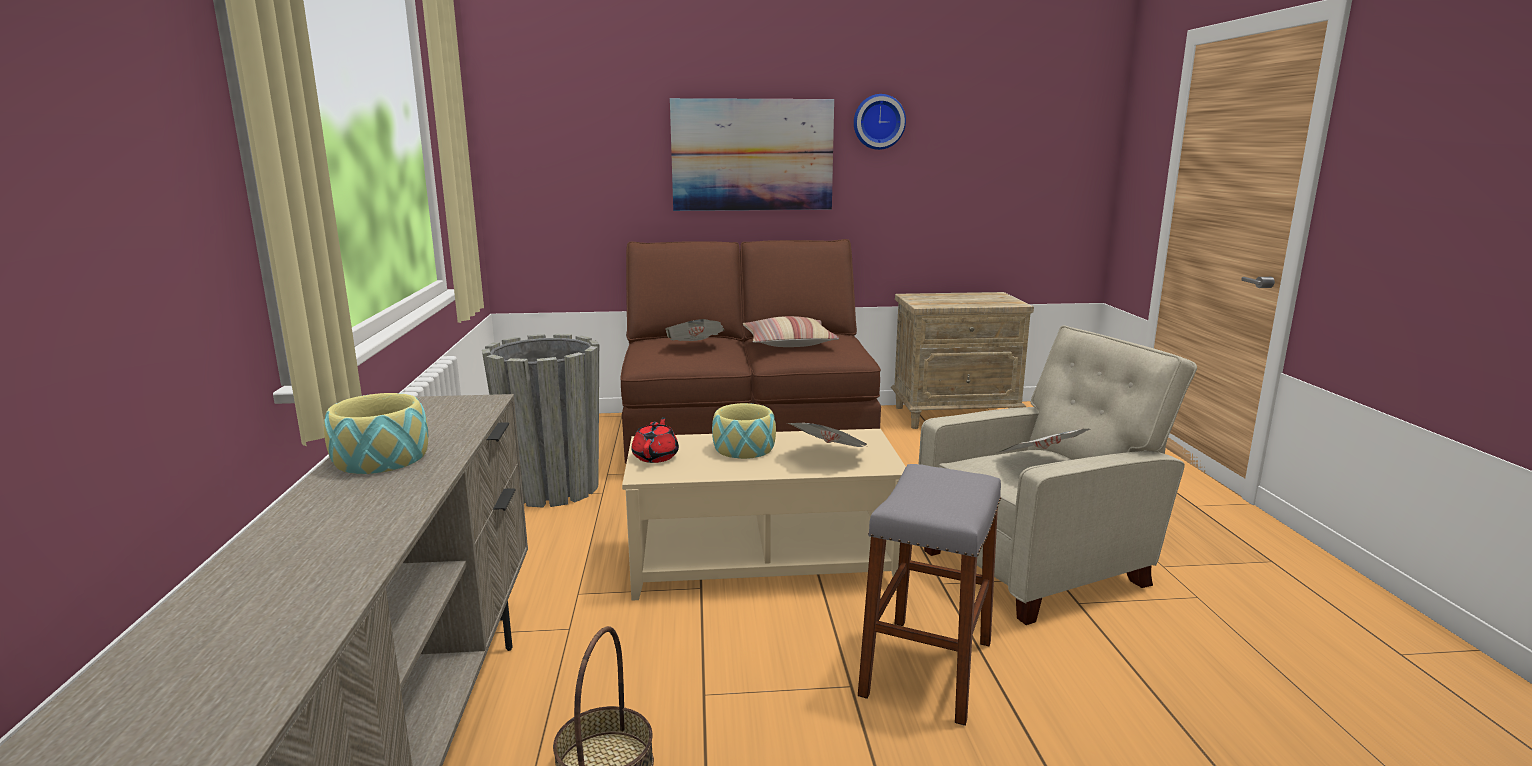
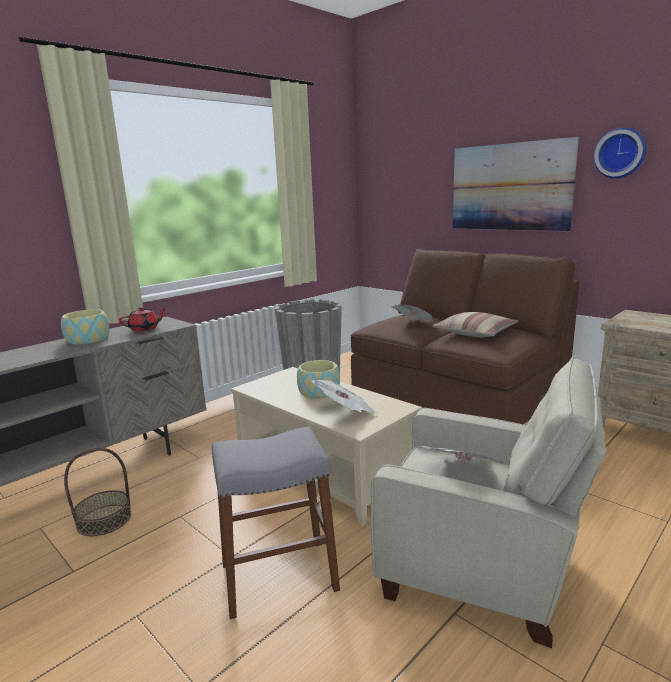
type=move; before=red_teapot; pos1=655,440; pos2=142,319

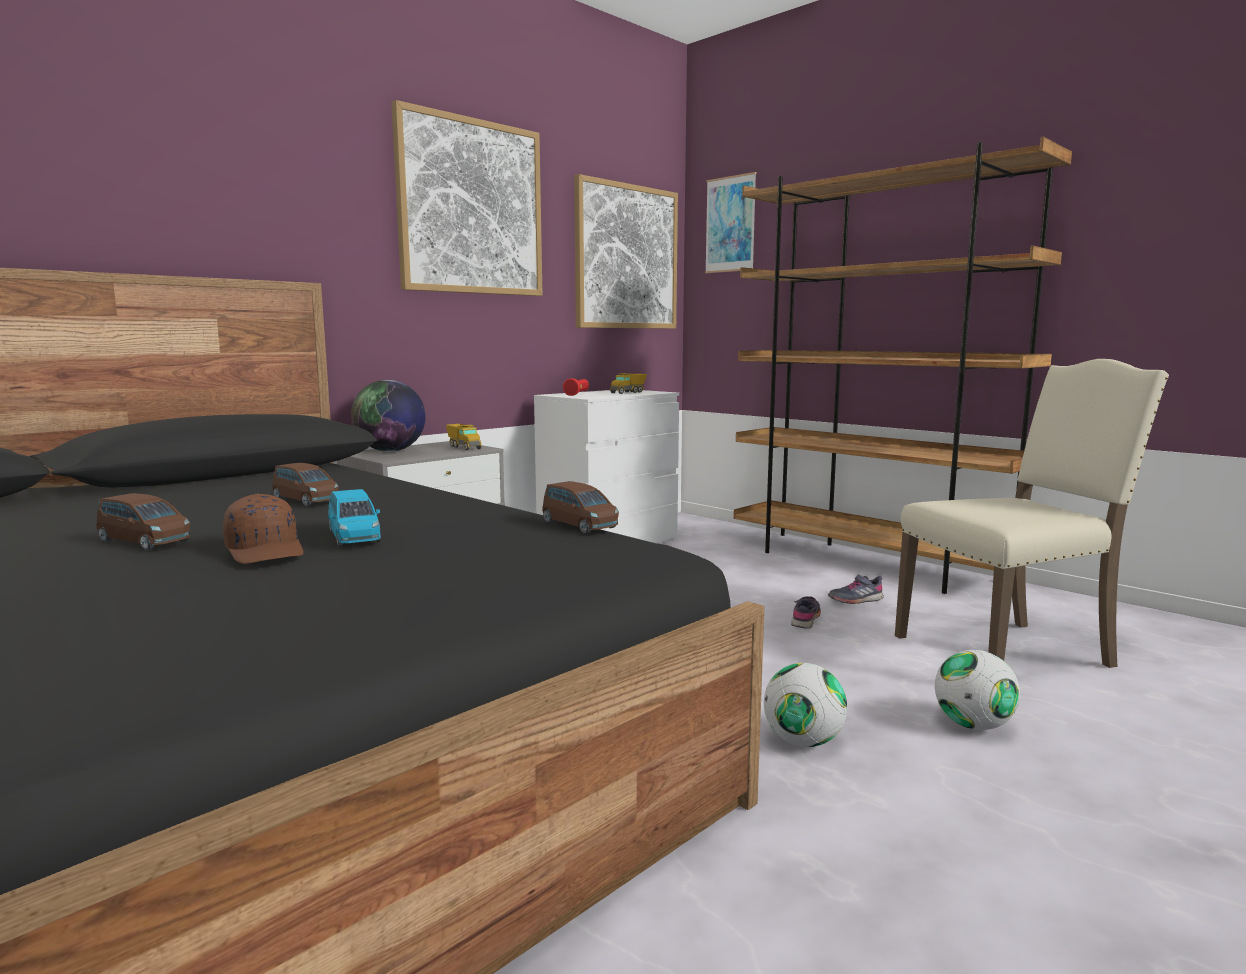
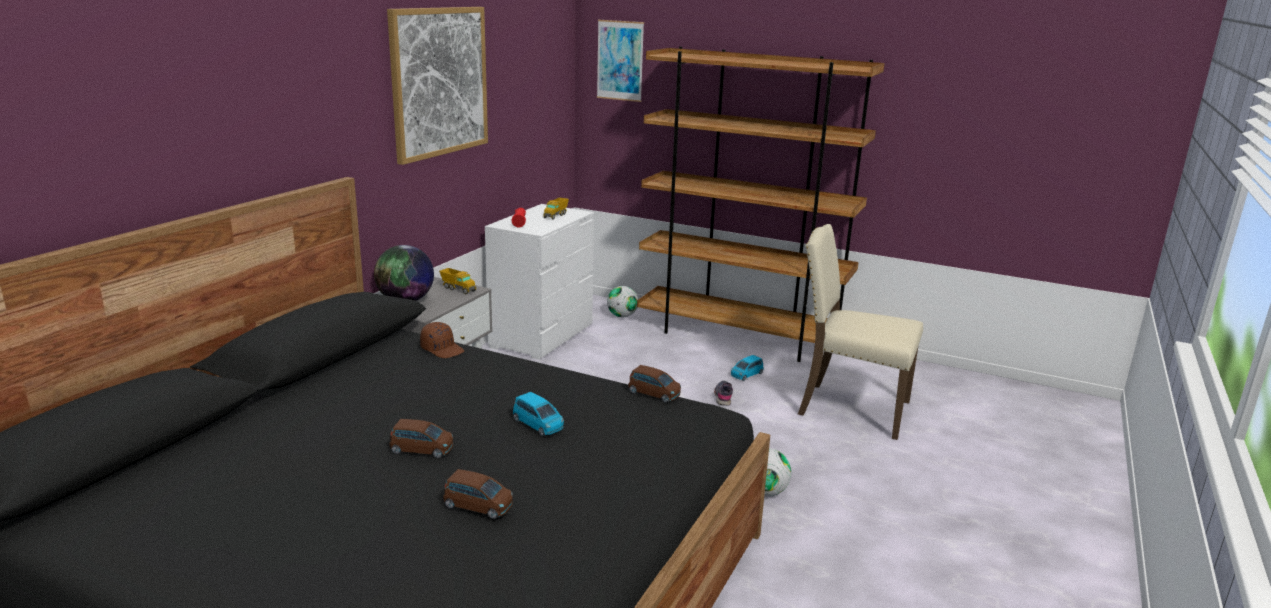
type=delete; before=picture; pos1=626,251
type=move; before=brown_cap; pos1=263,528; pos2=442,340
type=move; before=brown_toy_car; pos1=306,484; pos2=478,494
type=move; before=football; pos1=977,690; pos2=622,301
type=replace; before=grey_shoe; after=blue_toy_car; pos1=856,589; pos2=747,368
type=rotate; before=beige_chair; pos1=1032,513; pos2=860,332; turn=-120

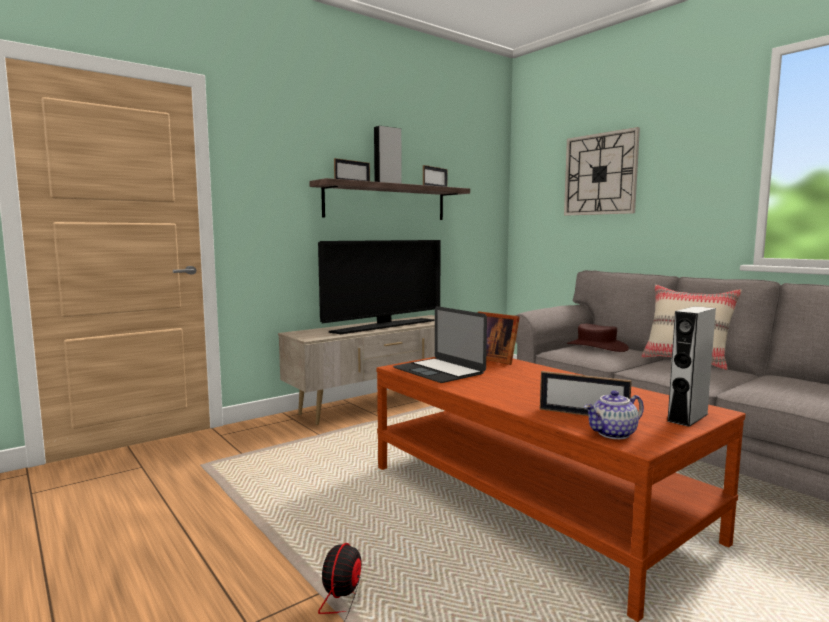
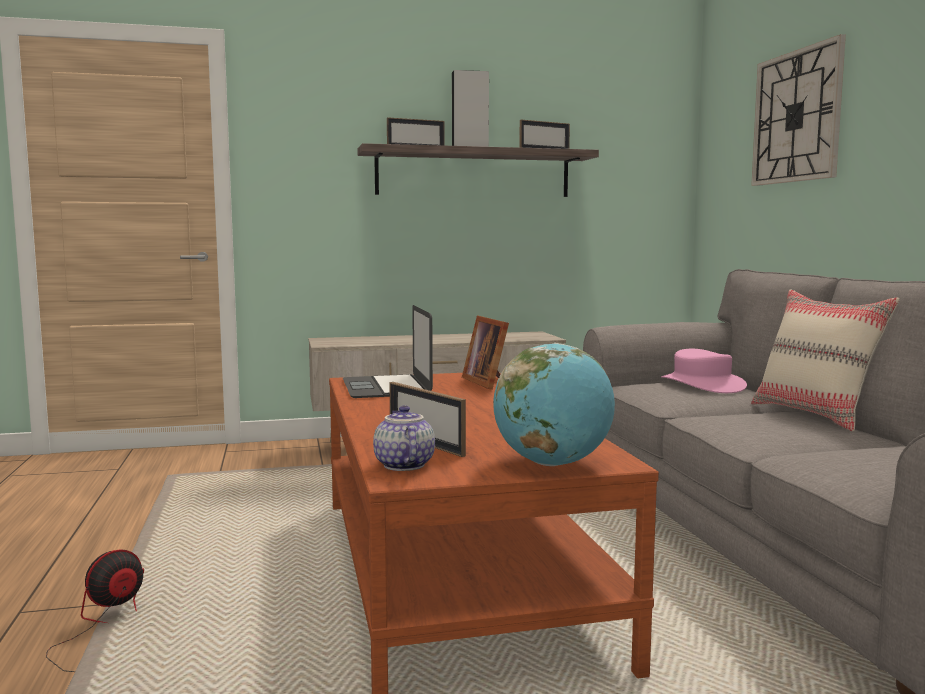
type=delete; before=television; pos1=379,287
type=replace; before=grey_speaker; after=globe; pos1=691,366; pos2=554,404
type=recolor; before=brown_hat; after=pink_hat; pos1=598,338; pos2=704,371
type=rotate; before=teapot; pos1=614,414; pos2=404,438; turn=75

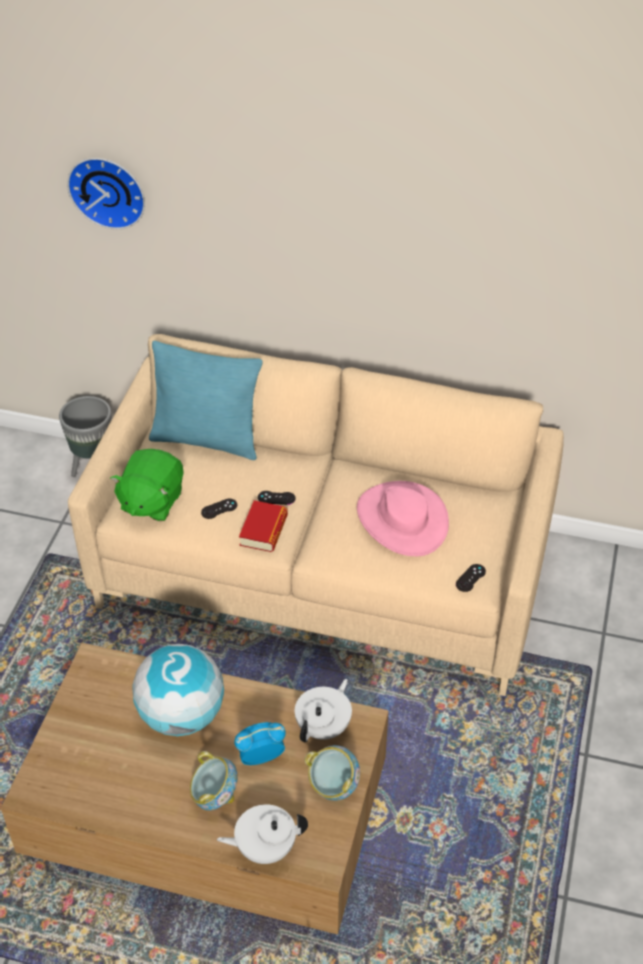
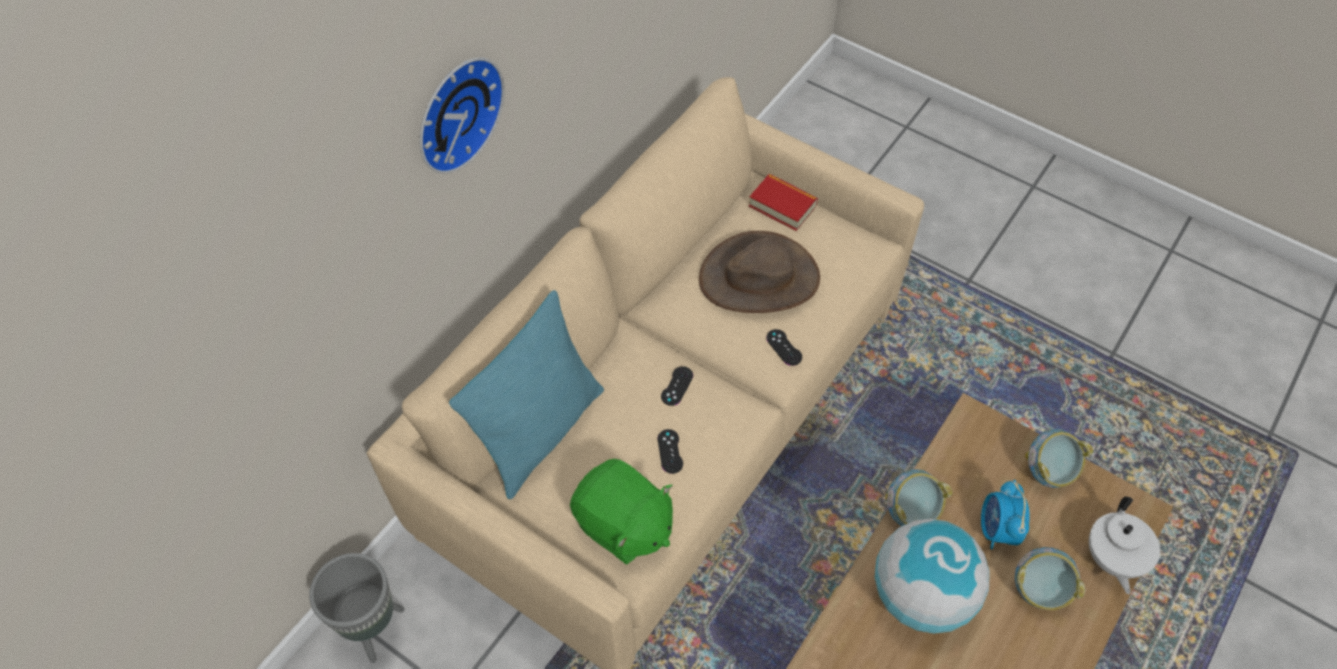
type=delete; before=white_teapot; pos1=323,710
type=insert; after=bowl; pos2=919,497
type=move; before=wall_clock; pos1=106,193; pos2=462,116
type=move; before=book; pos1=263,526; pos2=783,202
type=move; before=black_game_controller; pos1=471,578; pos2=784,347
type=recolor; before=pink_hat; after=brown_hat; pos1=403,518; pos2=759,272

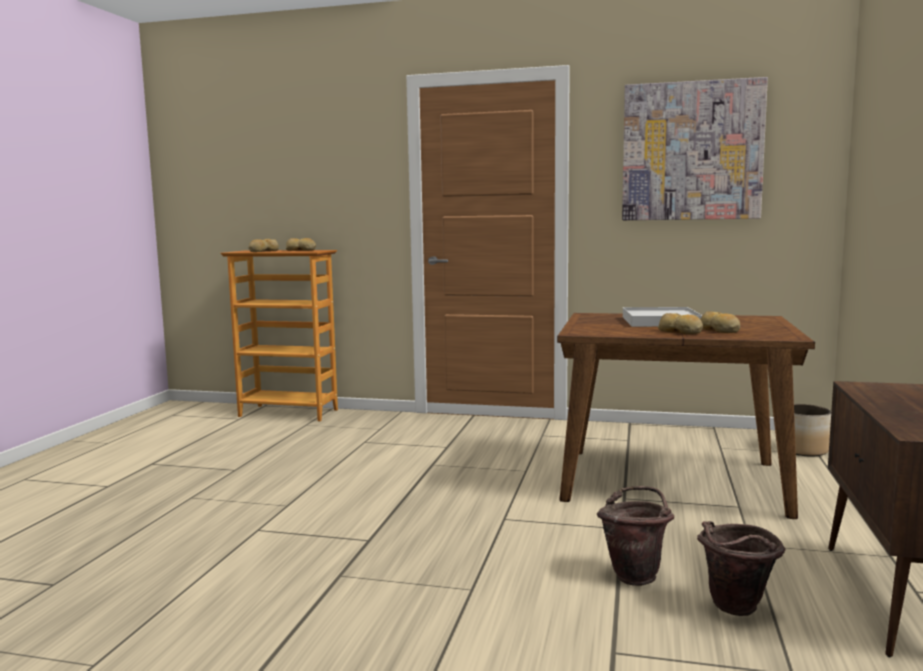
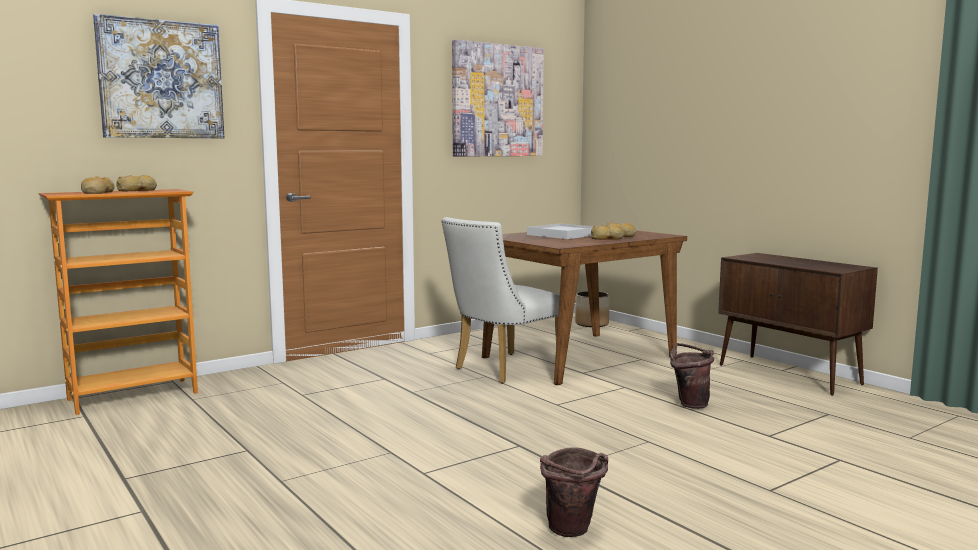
type=insert; after=picture; pos2=158,76
type=insert; after=white_chair; pos2=500,300
type=move; before=brown_bucket; pos1=741,568; pos2=574,492

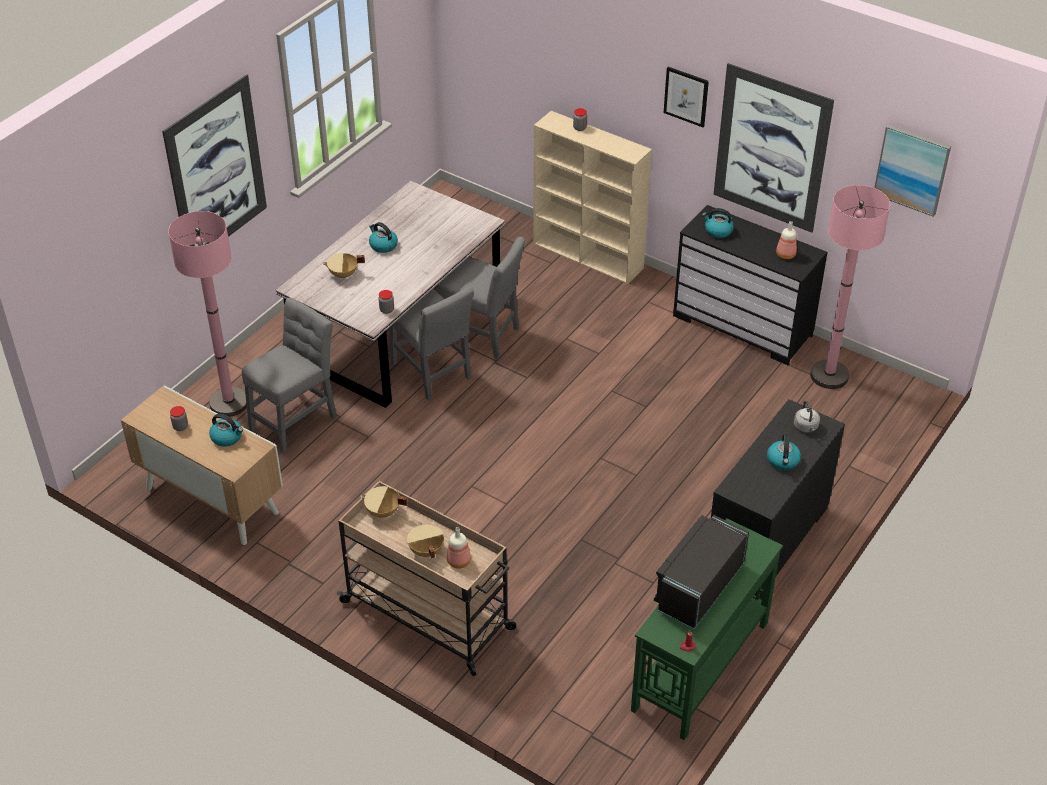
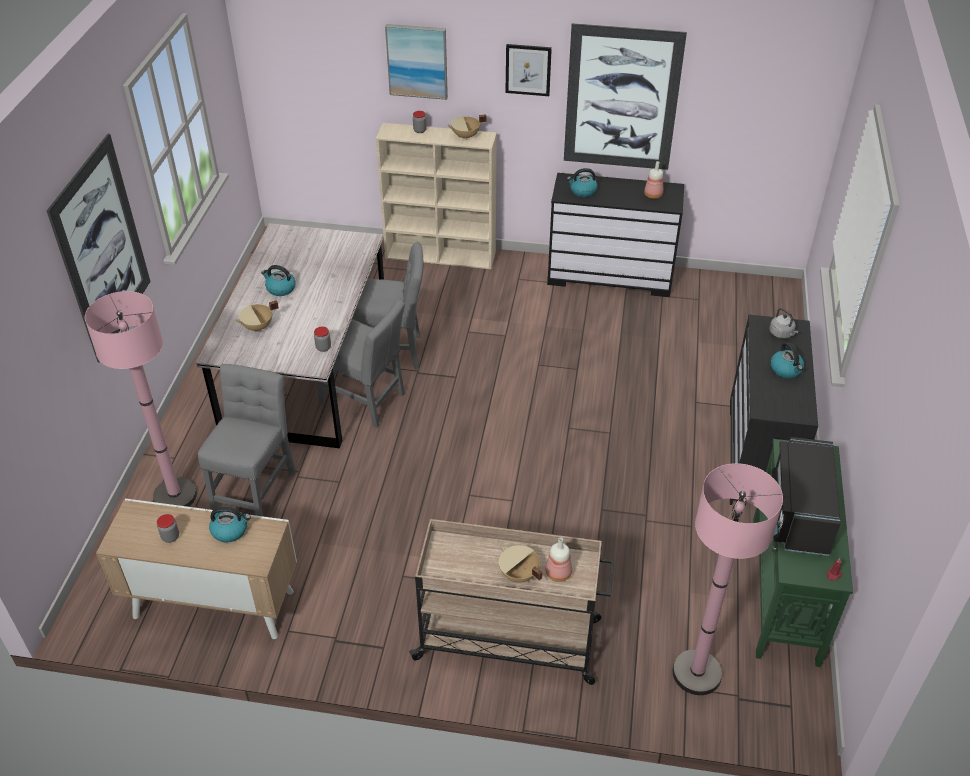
type=move; before=beige_cooking_pot; pos1=384,502; pos2=467,127
type=move; before=pink_floor_lamp; pos1=850,287; pos2=728,579
type=move; before=picture; pos1=912,170; pos2=416,62

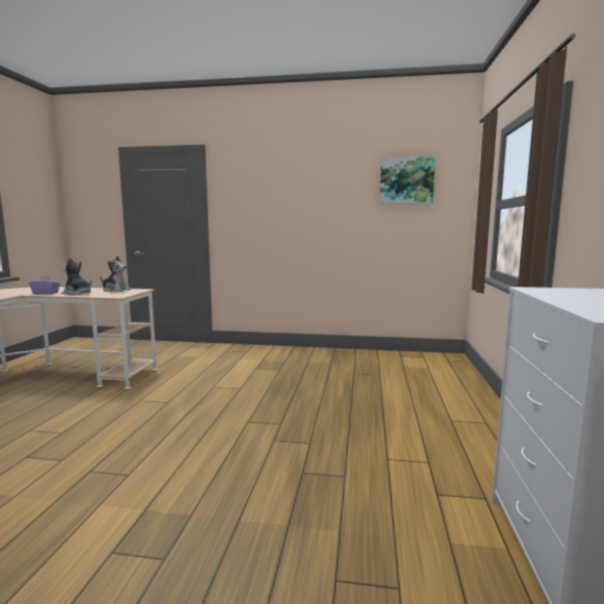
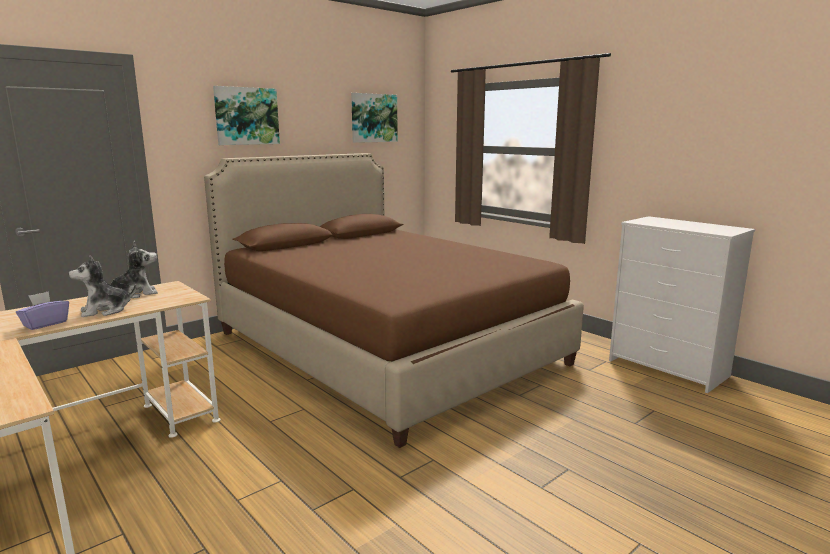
type=insert; after=brown_bed; pos2=394,300
type=insert; after=picture; pos2=246,115

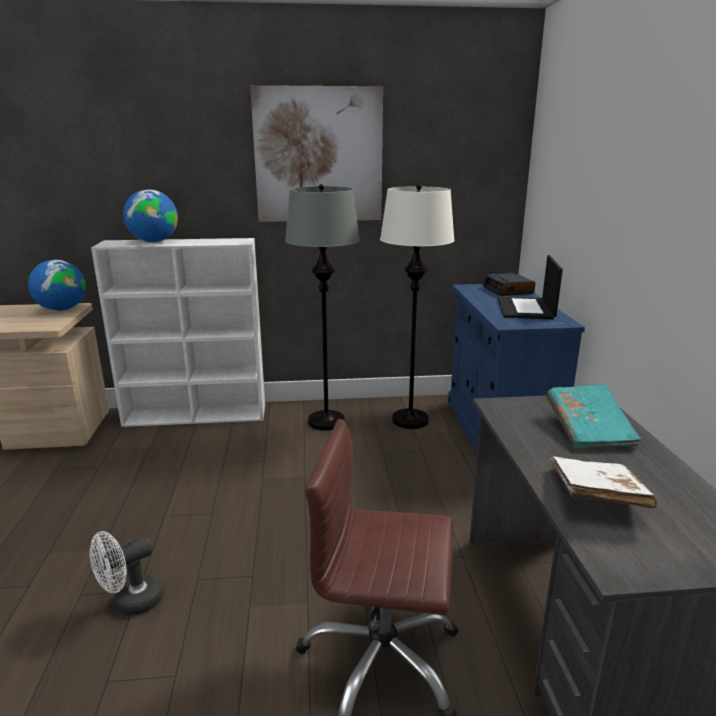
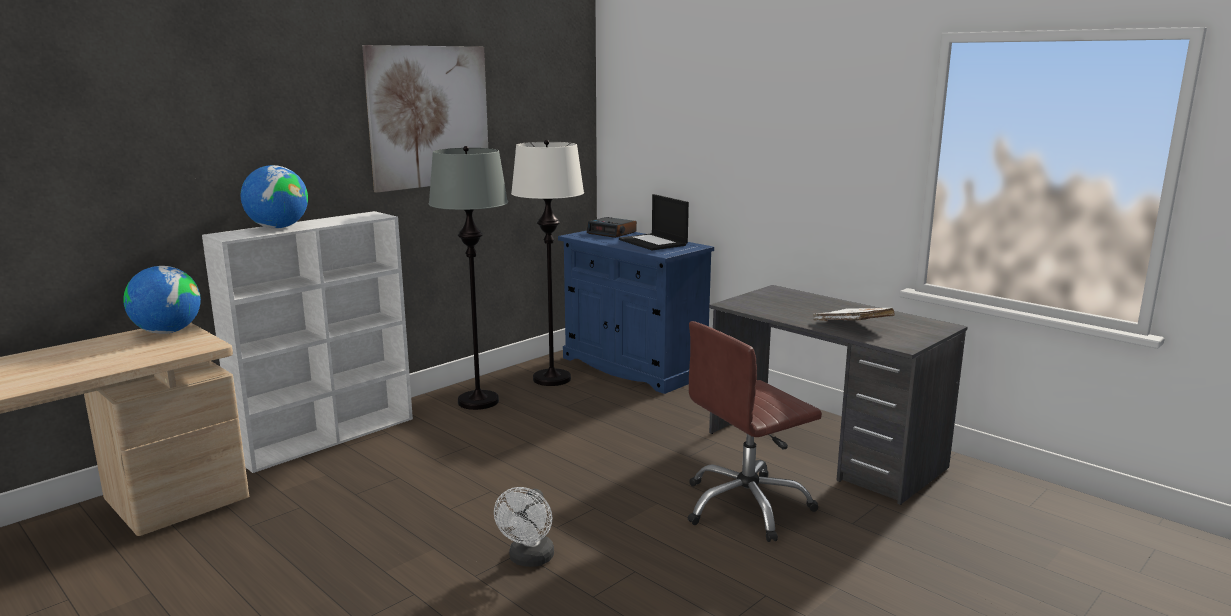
type=delete; before=turquoise_book; pos1=593,417

